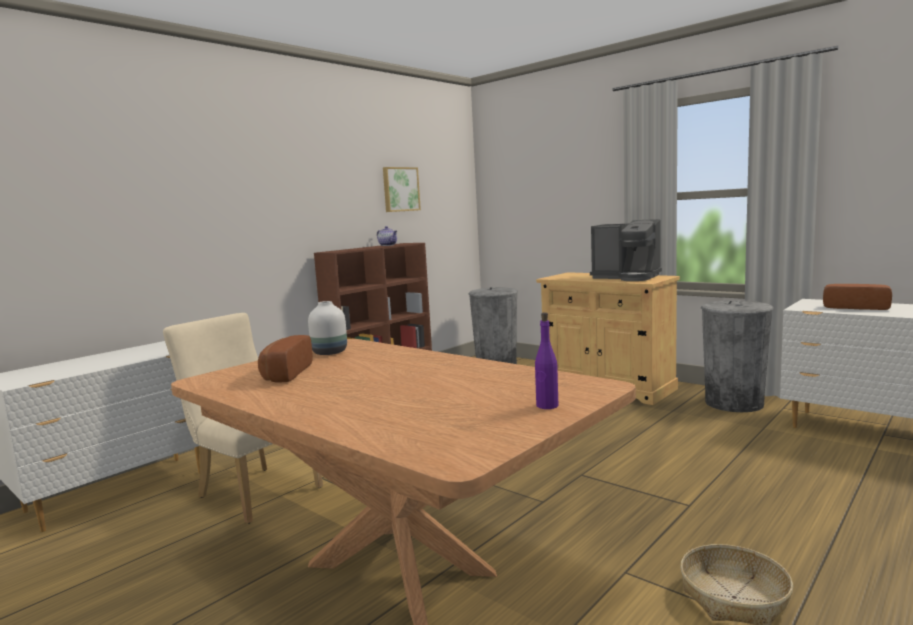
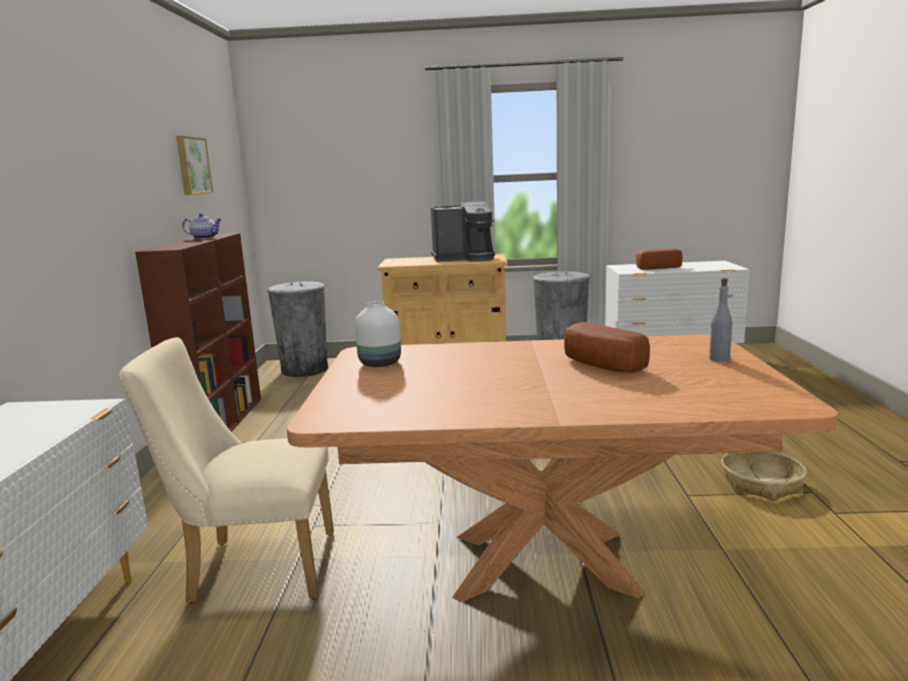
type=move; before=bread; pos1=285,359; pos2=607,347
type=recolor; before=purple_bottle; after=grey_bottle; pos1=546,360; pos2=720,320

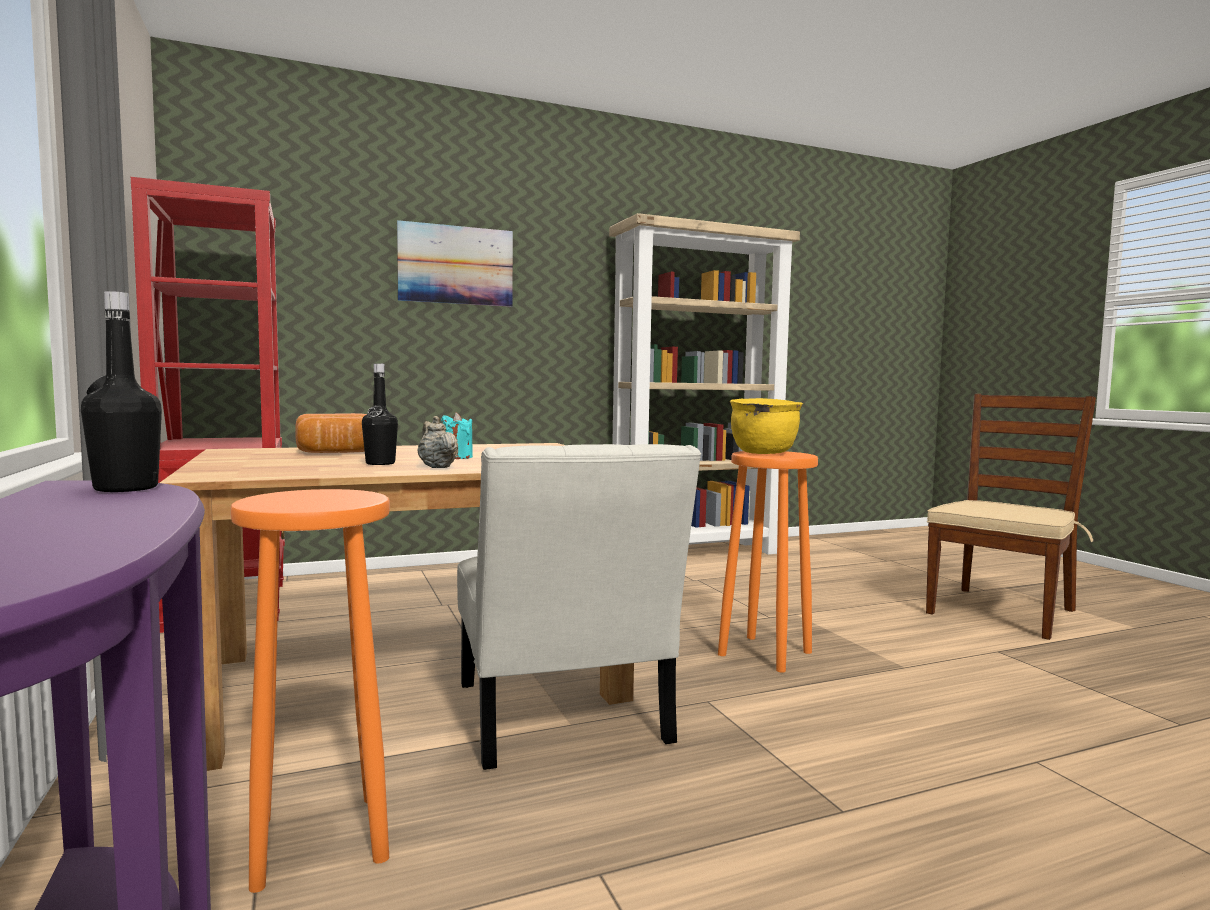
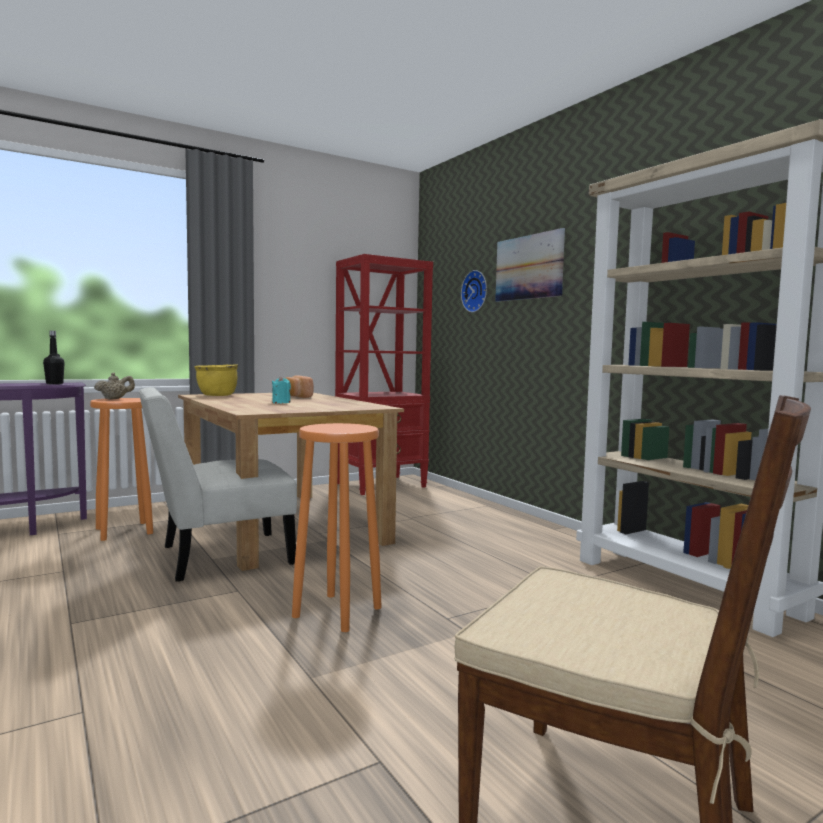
type=delete; before=black_bottle; pos1=380,414
type=insert; after=wall_clock; pos2=474,291
type=move; before=beige_teapot; pos1=438,442; pos2=114,386
type=move; before=yellow_cooking_pot; pos1=766,426; pos2=216,380

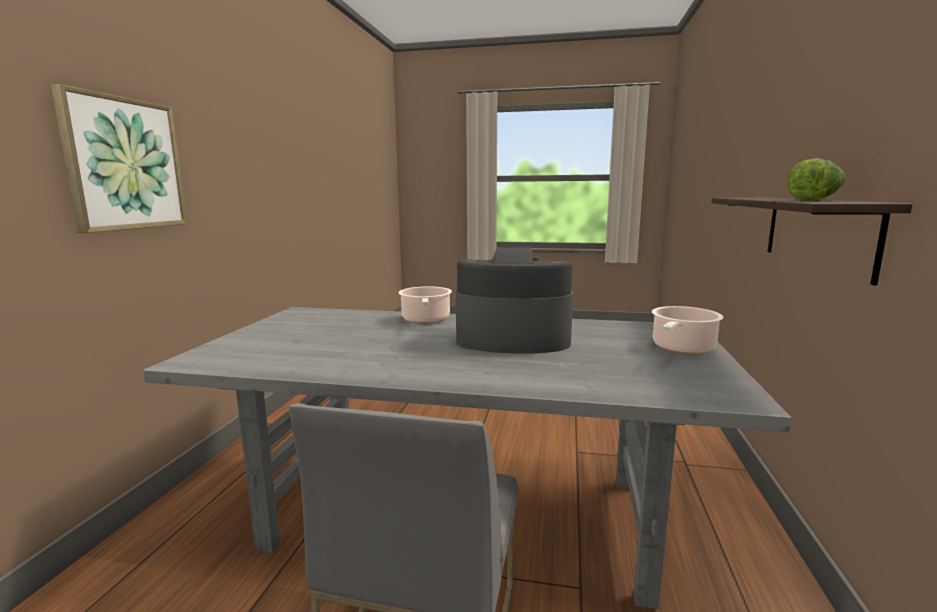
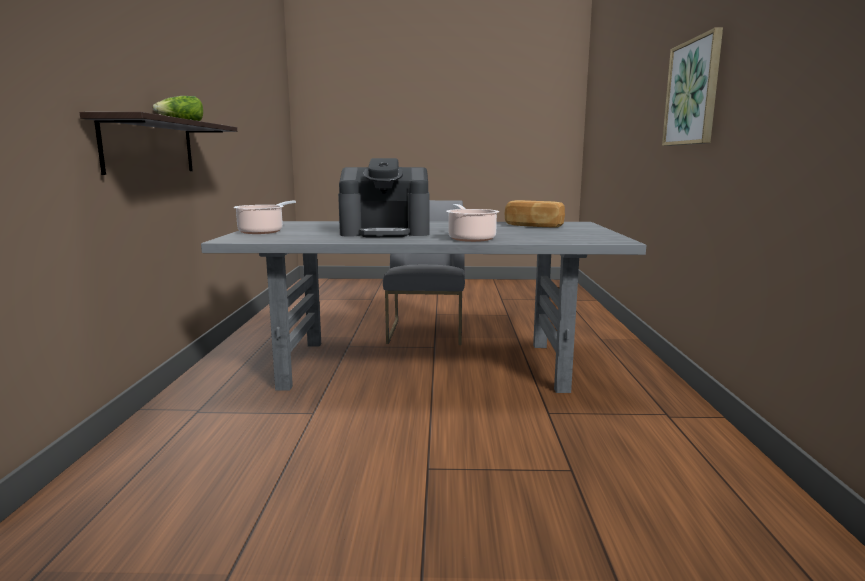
type=insert; after=bread; pos2=534,214

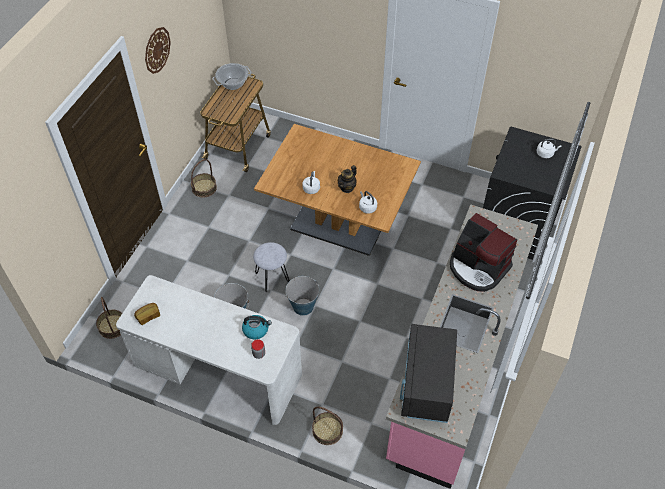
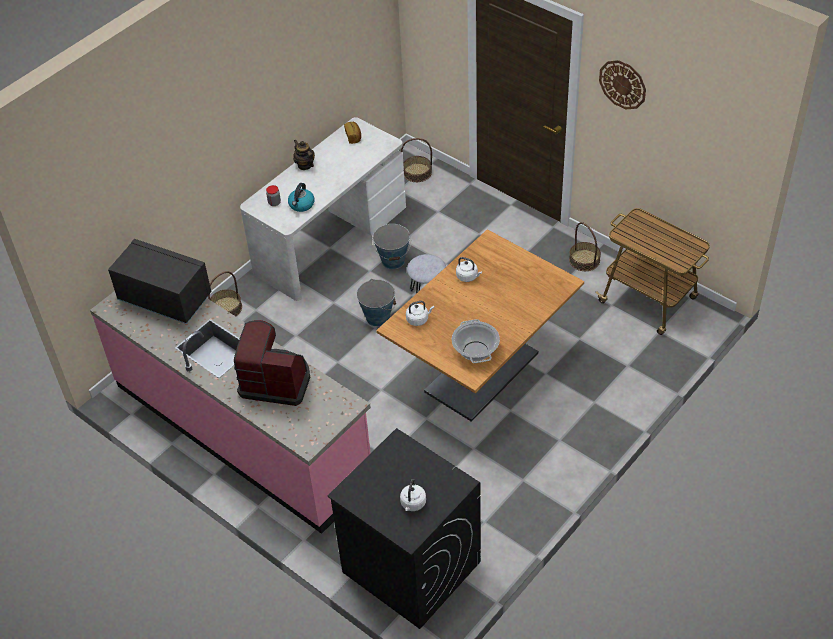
type=move; before=cooking_pot; pos1=232,76; pos2=476,341
type=move; before=teapot; pos1=347,179; pos2=304,155
type=rotate; before=coffee_machine; pos1=483,252; pos2=272,363; turn=45

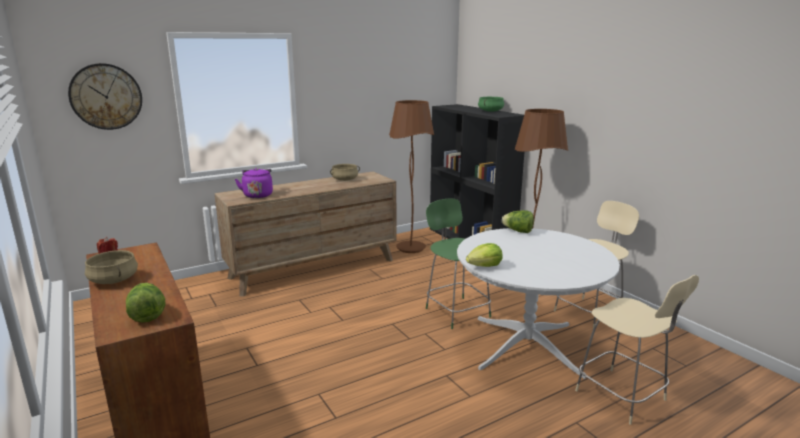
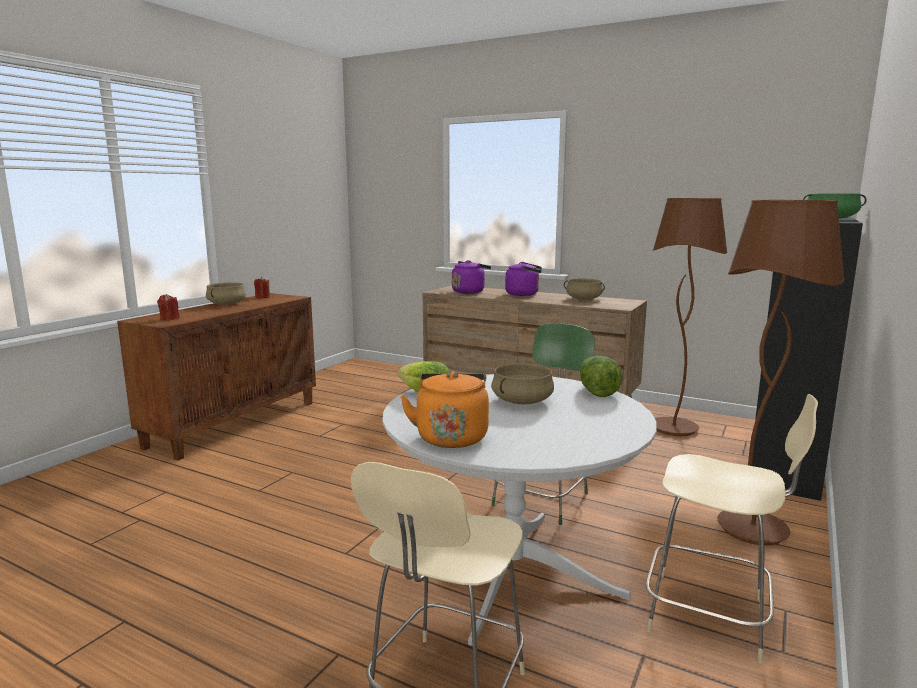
type=delete; before=wall_clock; pos1=105,96
type=insert; after=orange_kettle; pos2=444,409
type=insert; after=beige_cooking_pot; pos2=522,383
type=insert; after=purple_kettle; pos2=523,279
type=replace; before=lettuce; after=red_candle; pos1=146,303; pos2=168,307

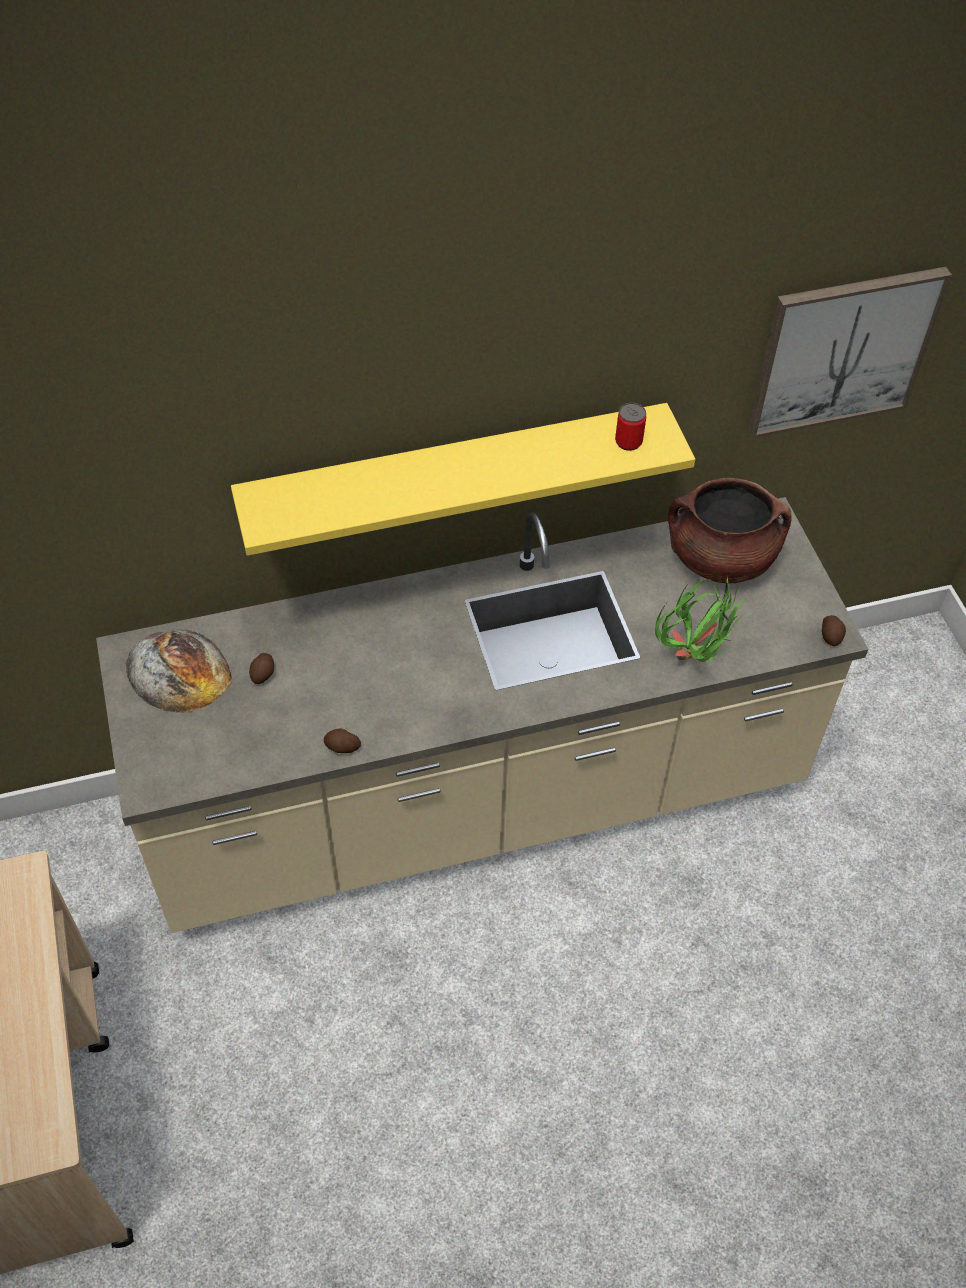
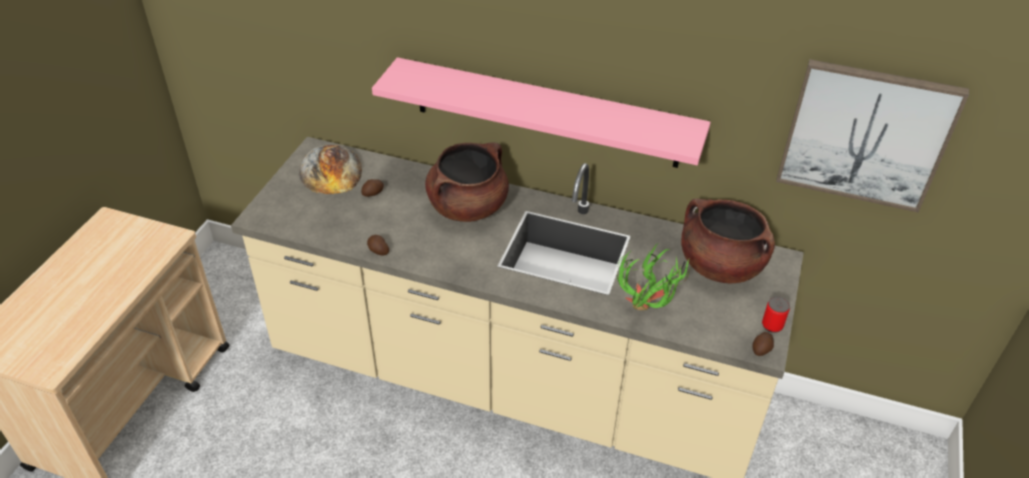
type=insert; after=brown_cooking_pot; pos2=467,182
type=move; before=can; pos1=630,427; pos2=776,314
type=recolor; before=yellow_shelf; after=pink_shelf; pos1=463,479; pos2=541,112

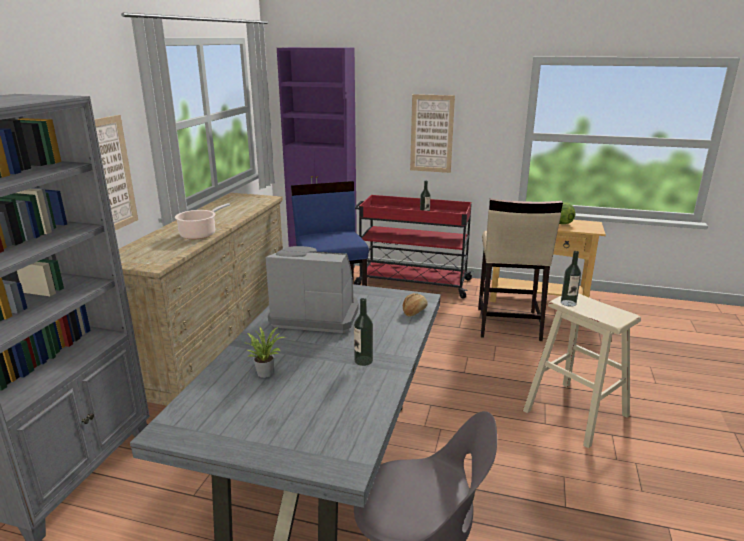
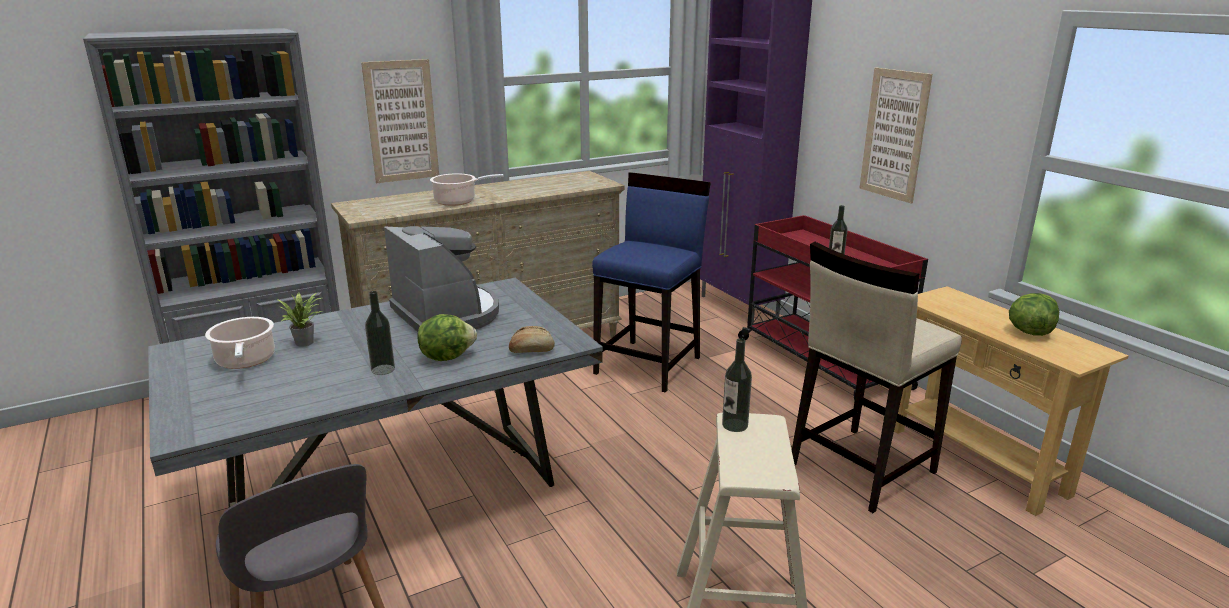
type=insert; after=cooking_pot; pos2=240,343
type=insert; after=lettuce; pos2=447,337

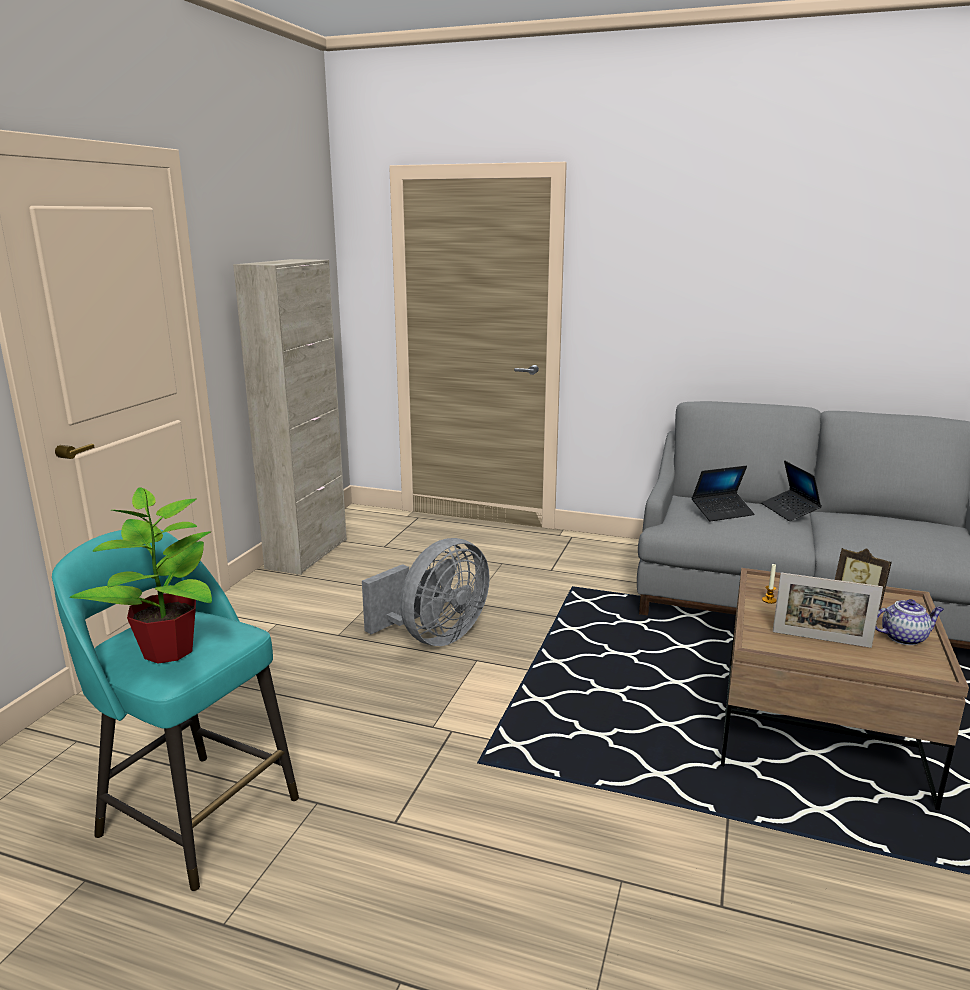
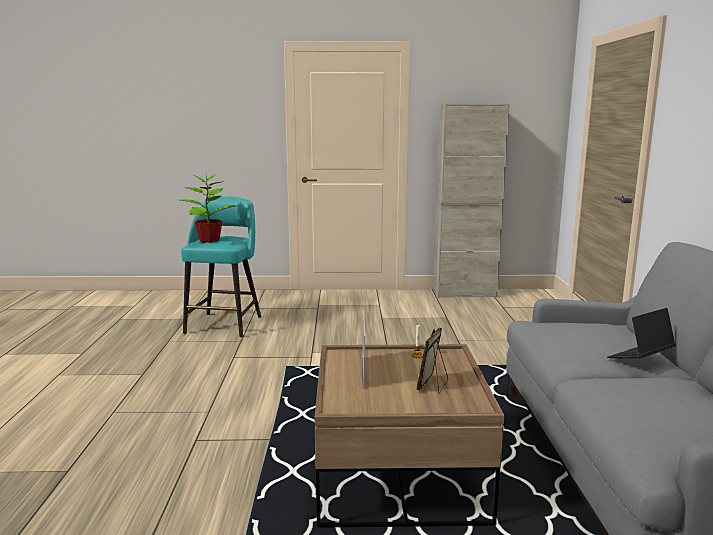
type=delete; before=grey_fan; pos1=426,592
type=delete; before=laptop; pos1=723,493
type=delete; before=teapot; pos1=909,622

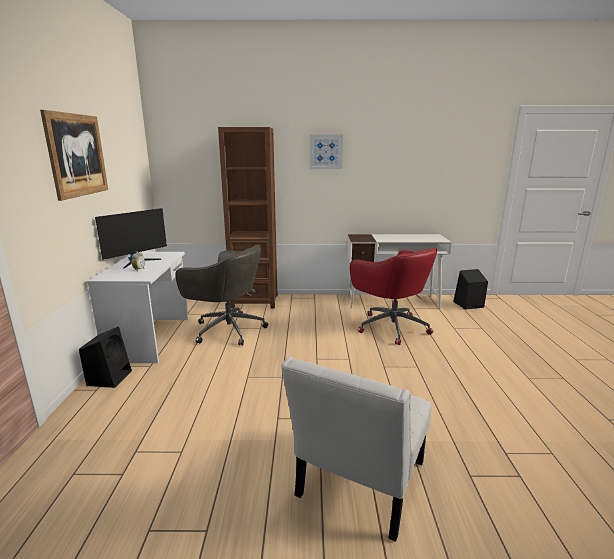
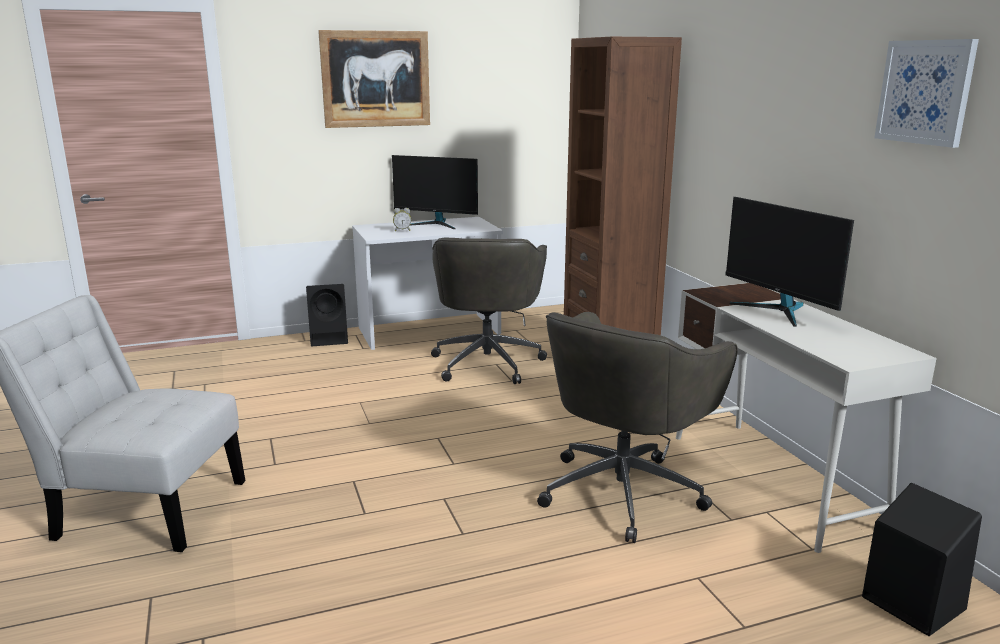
type=insert; after=monitor; pos2=789,262
type=move; before=picture; pos1=326,151; pos2=926,93
type=recolor; before=red_office_chair; after=grey_office_chair; pos1=393,296; pos2=637,427

